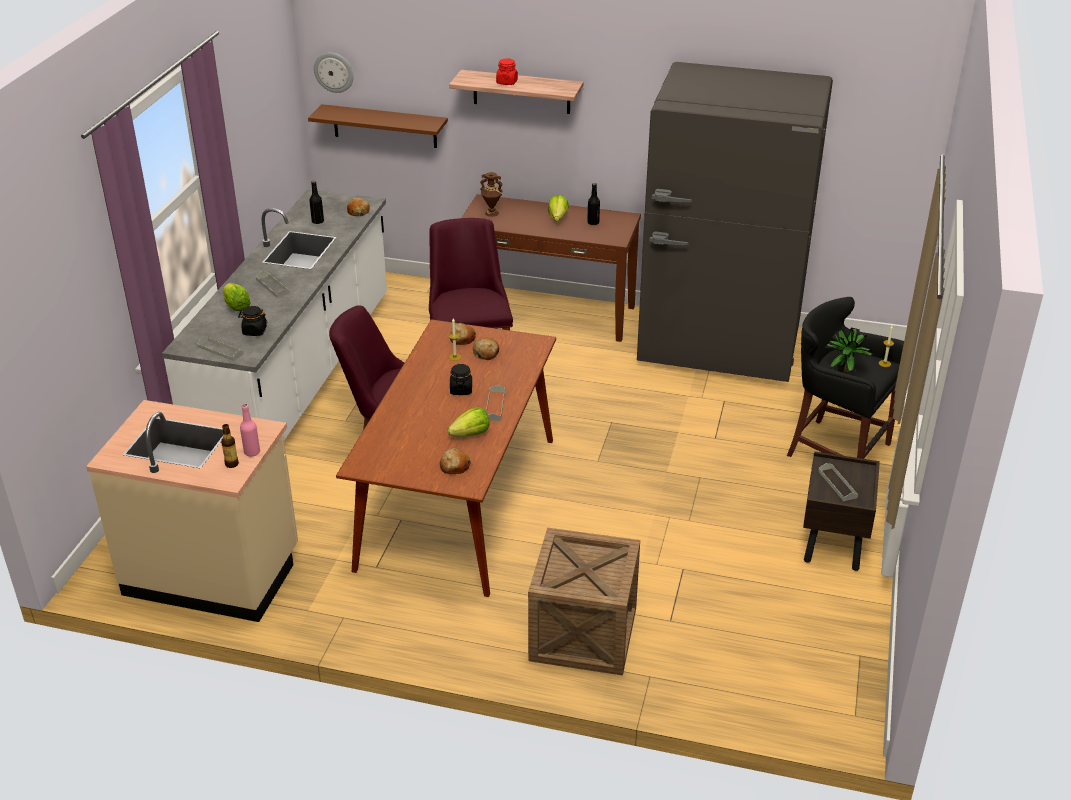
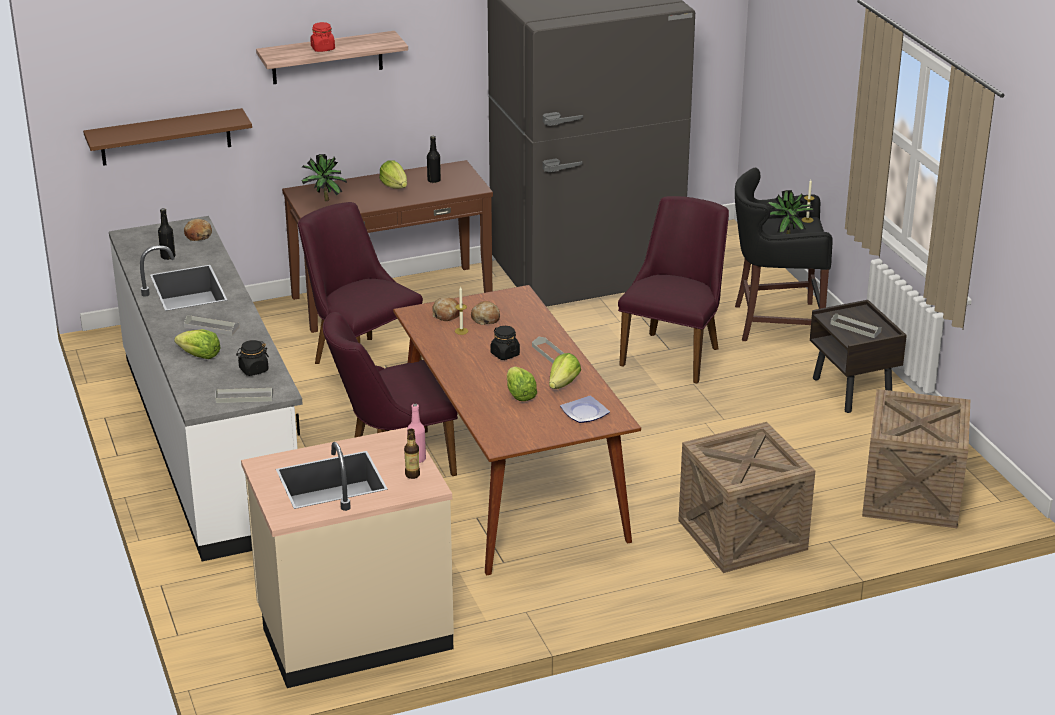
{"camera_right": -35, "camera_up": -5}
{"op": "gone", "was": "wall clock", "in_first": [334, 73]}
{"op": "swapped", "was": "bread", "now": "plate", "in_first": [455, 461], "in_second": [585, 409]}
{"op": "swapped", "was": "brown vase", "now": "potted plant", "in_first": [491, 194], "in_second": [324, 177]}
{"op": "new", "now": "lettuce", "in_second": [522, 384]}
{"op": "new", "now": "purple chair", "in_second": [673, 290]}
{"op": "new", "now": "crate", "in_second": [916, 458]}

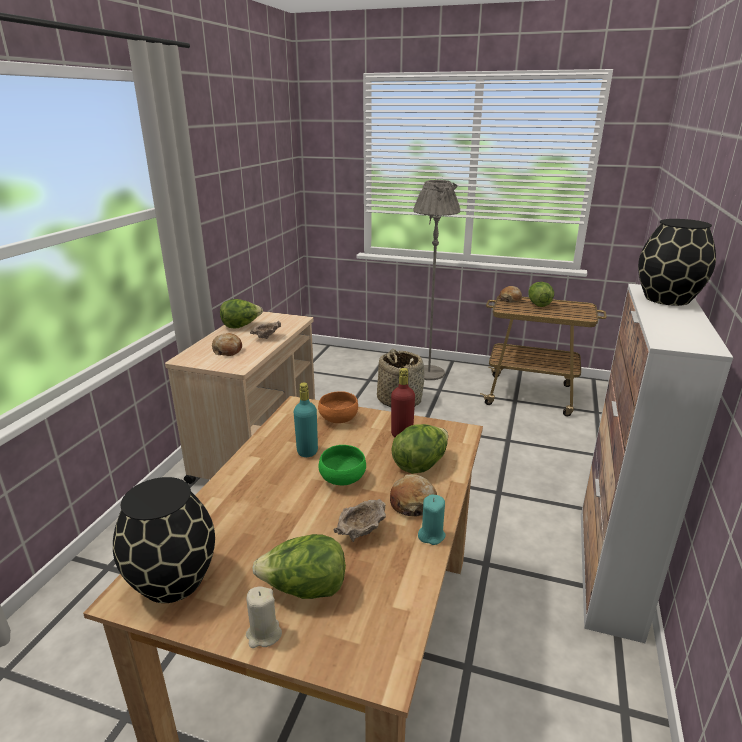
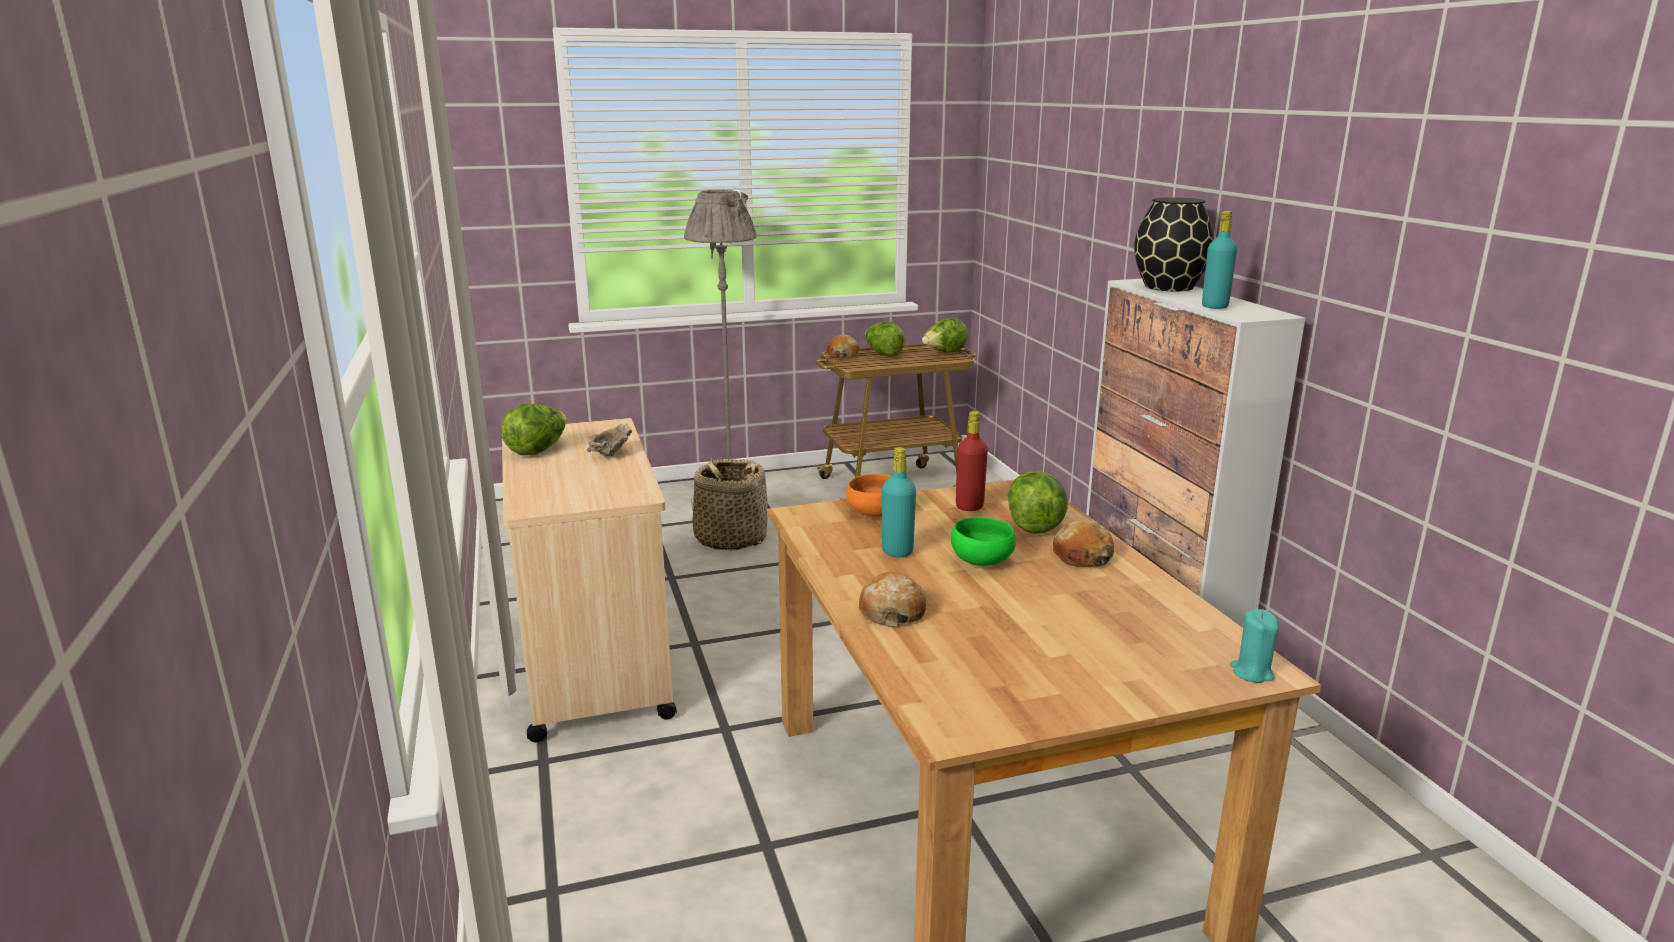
{"camera_right": -35, "camera_up": -5}
{"op": "gone", "was": "black vase", "in_first": [164, 540]}
{"op": "shifted", "was": "bread", "in_first": [227, 344], "in_second": [892, 599]}
{"op": "gone", "was": "beige candle", "in_first": [264, 617]}
{"op": "shifted", "was": "lettuce", "in_first": [299, 566], "in_second": [945, 335]}
{"op": "gone", "was": "beige bowl", "in_first": [360, 520]}
{"op": "shifted", "was": "turquoise candle", "in_first": [432, 519], "in_second": [1254, 646]}
{"op": "new", "now": "turquoise bottle", "in_second": [1219, 260]}

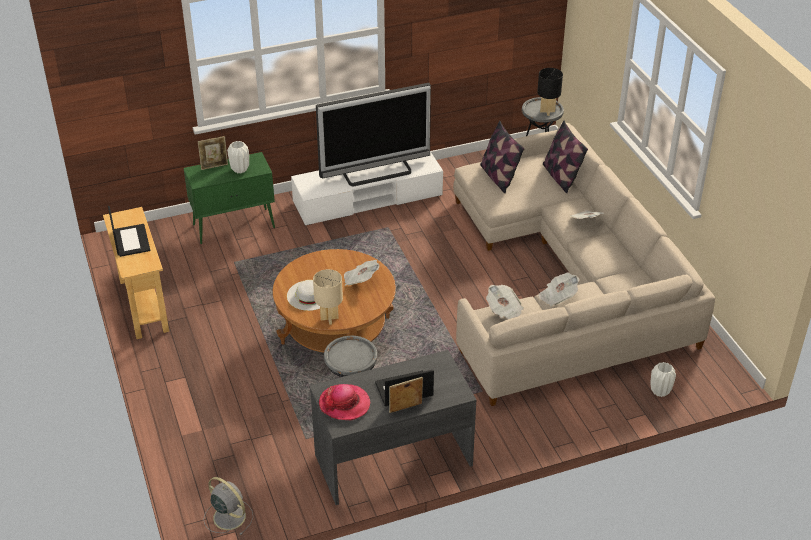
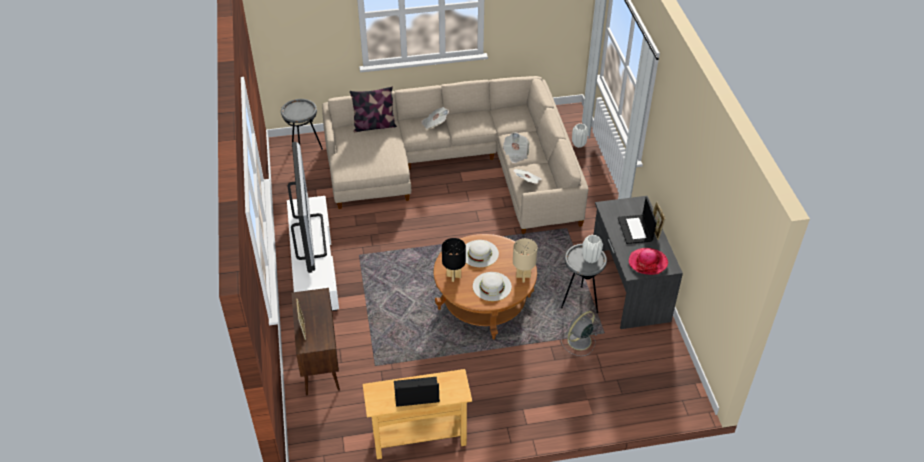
{"camera_right": -80, "camera_up": 5}
{"op": "repainted", "was": "green cabinet", "now": "brown cabinet", "in_first": [229, 198], "in_second": [316, 341]}
{"op": "shifted", "was": "grey fan", "in_first": [228, 506], "in_second": [579, 333]}
{"op": "shifted", "was": "white vase", "in_first": [238, 157], "in_second": [592, 249]}
{"op": "swapped", "was": "newspaper", "now": "white hat", "in_first": [362, 273], "in_second": [482, 253]}
{"op": "gone", "was": "pillow", "in_first": [502, 157]}
{"op": "shifted", "was": "black table lamp", "in_first": [550, 92], "in_second": [454, 260]}

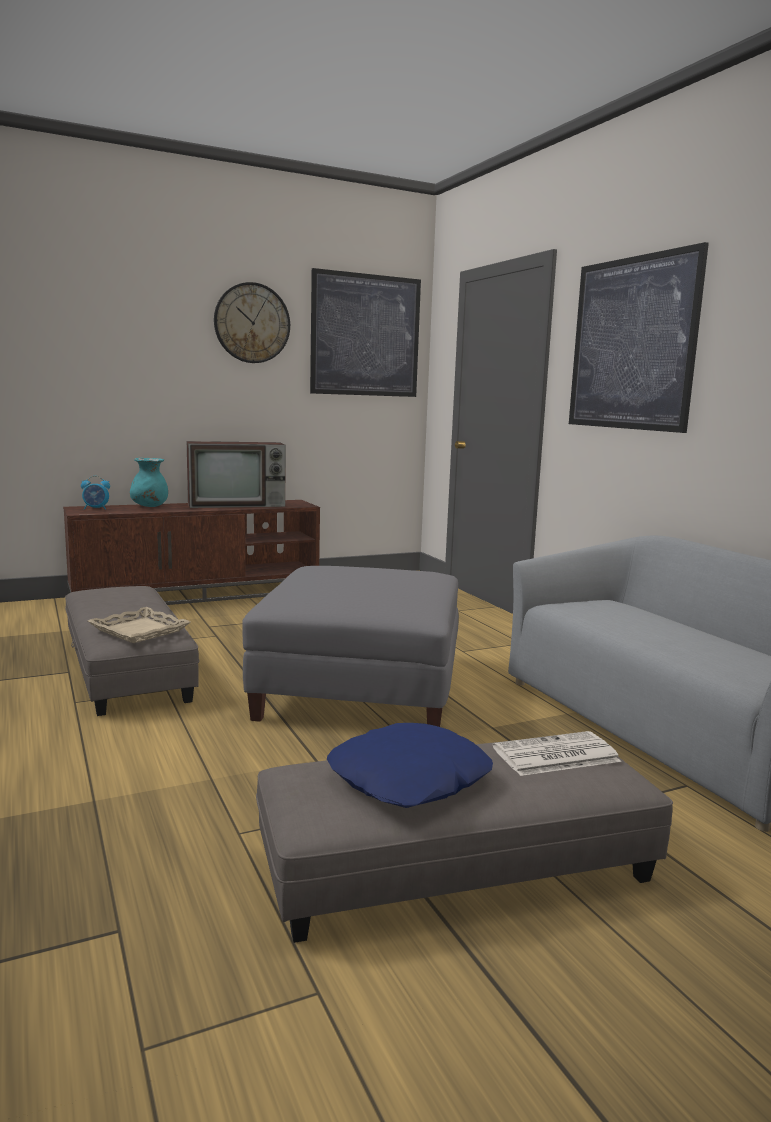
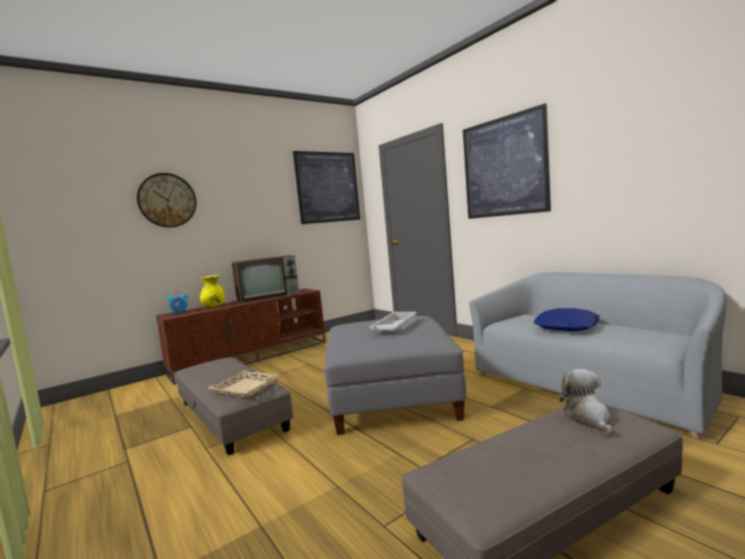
{"camera_right": -10, "camera_up": -5}
{"op": "repainted", "was": "turquoise vase", "now": "yellow vase", "in_first": [149, 482], "in_second": [212, 291]}
{"op": "shifted", "was": "wall clock", "in_first": [252, 322], "in_second": [166, 200]}
{"op": "shifted", "was": "blue pillow", "in_first": [410, 765], "in_second": [567, 319]}
{"op": "swapped", "was": "newspaper", "now": "plush toy", "in_first": [557, 753], "in_second": [586, 402]}
{"op": "new", "now": "white tray", "in_second": [392, 321]}

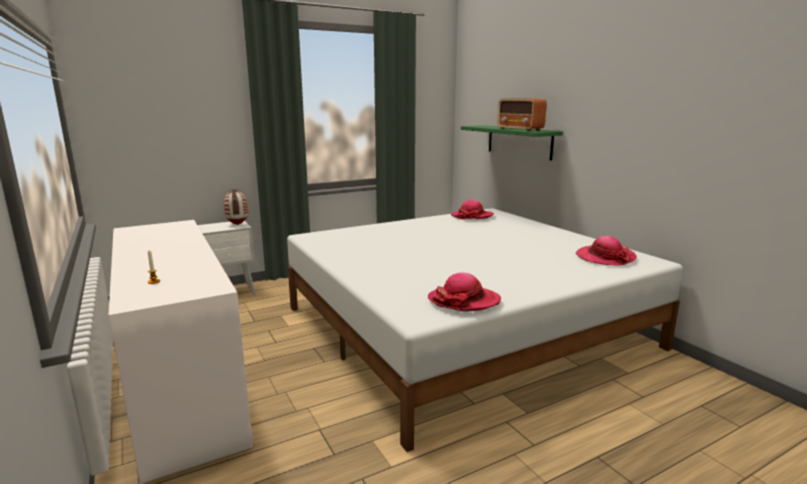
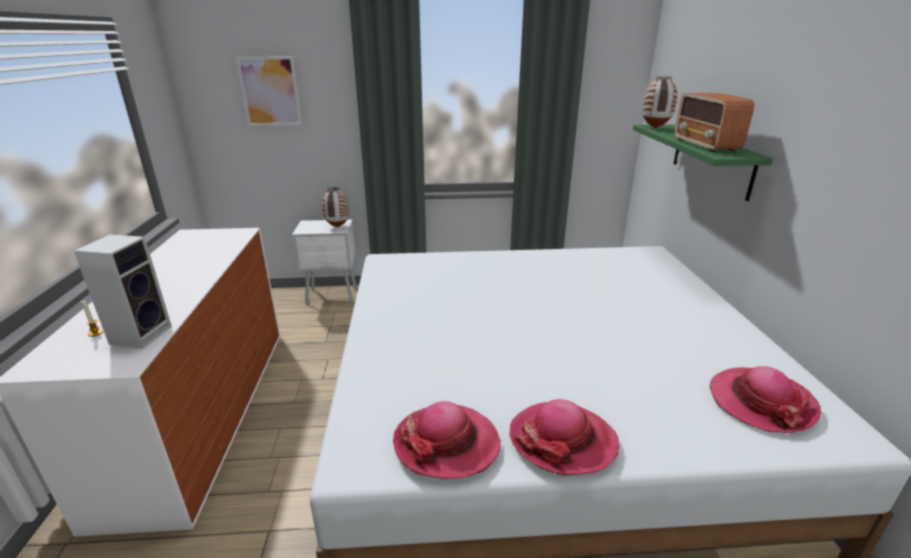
{"camera_right": 25, "camera_up": 10}
{"op": "shifted", "was": "hat", "in_first": [472, 209], "in_second": [564, 437]}
{"op": "new", "now": "speaker", "in_second": [123, 291]}
{"op": "new", "now": "picture", "in_second": [268, 91]}
{"op": "new", "now": "vase", "in_second": [659, 102]}

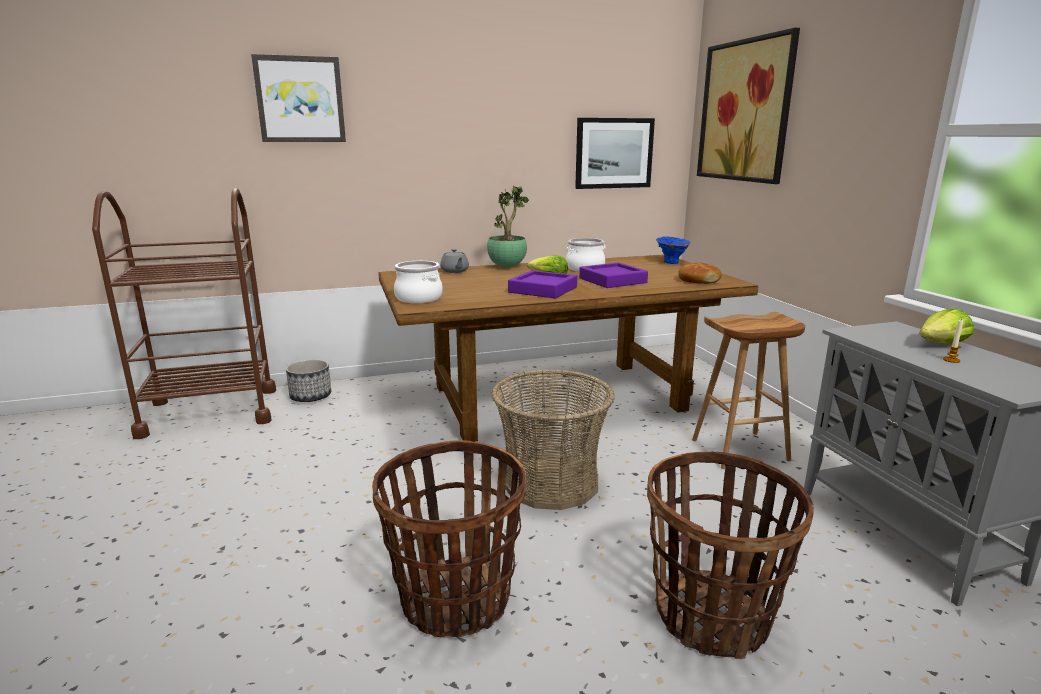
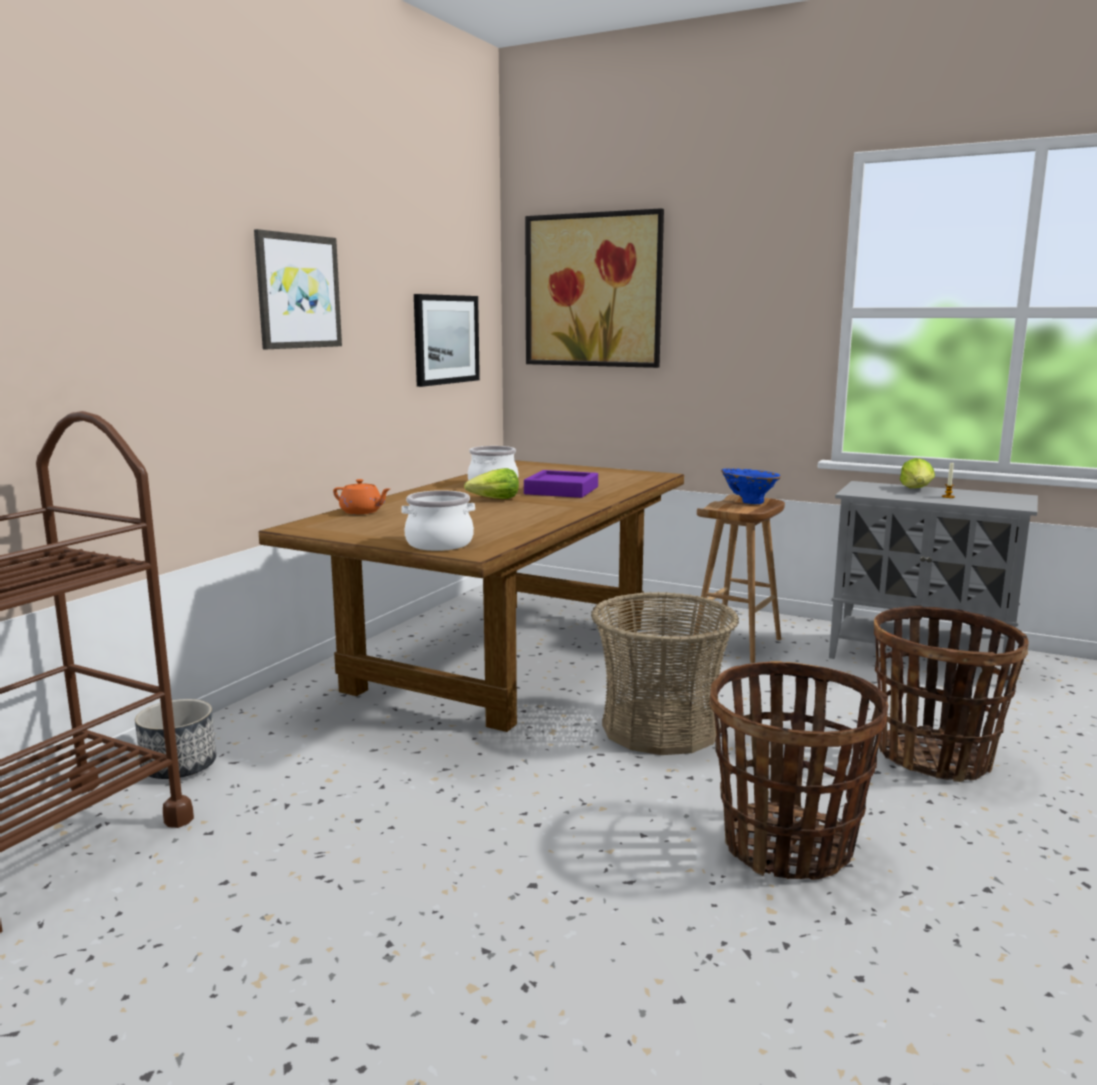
{"camera_right": -45, "camera_up": -5}
{"op": "shifted", "was": "picture", "in_first": [298, 98], "in_second": [298, 289]}
{"op": "repainted", "was": "grey teapot", "now": "orange teapot", "in_first": [454, 261], "in_second": [361, 496]}
{"op": "gone", "was": "potted plant", "in_first": [508, 226]}
{"op": "gone", "was": "purple tray", "in_first": [542, 284]}
{"op": "shifted", "was": "blue vase", "in_first": [673, 250], "in_second": [751, 486]}
{"op": "gone", "was": "bread", "in_first": [700, 273]}

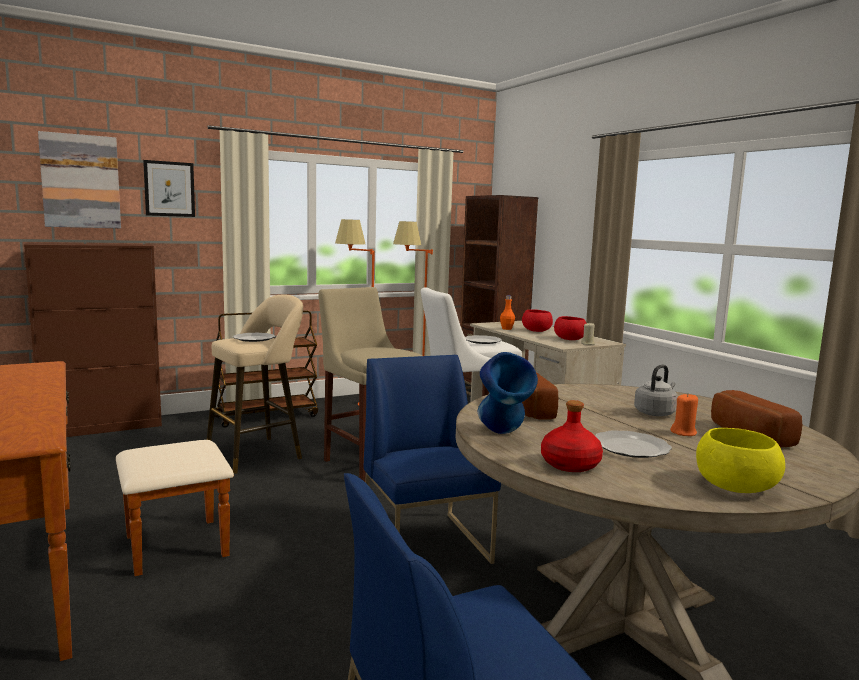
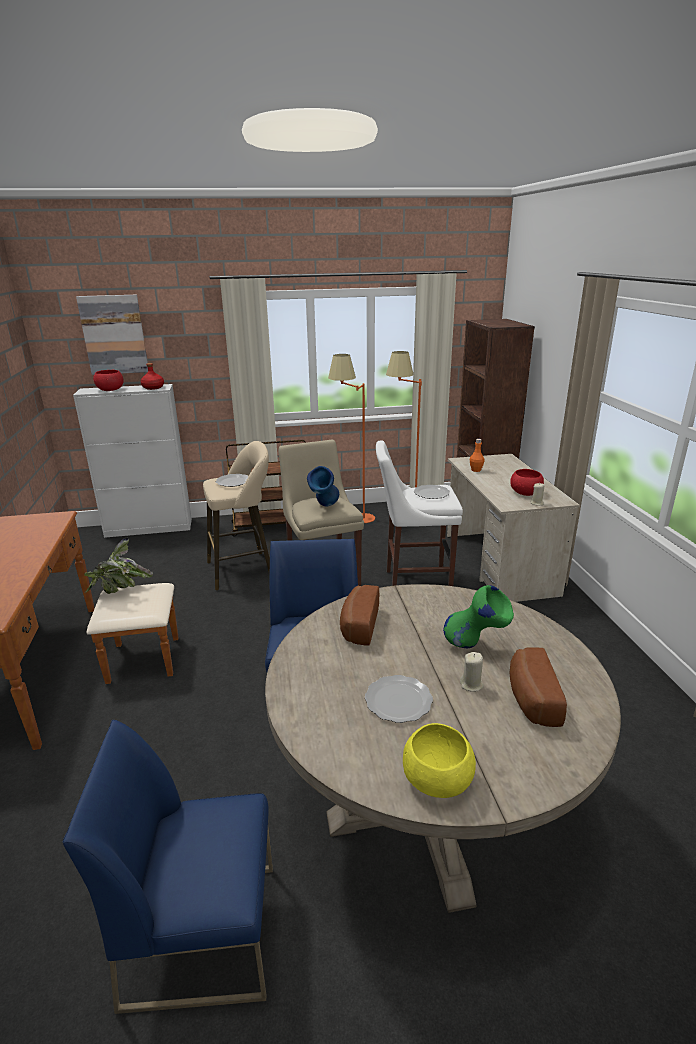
{"camera_right": 20, "camera_up": 15}
{"op": "repainted", "was": "brown cabinet", "now": "white cabinet", "in_first": [93, 340], "in_second": [132, 461]}
{"op": "gone", "was": "picture", "in_first": [169, 188]}
{"op": "shifted", "was": "blue vase", "in_first": [508, 393], "in_second": [323, 486]}
{"op": "shifted", "was": "red bowl", "in_first": [537, 320], "in_second": [108, 380]}
{"op": "shifted", "was": "red bottle", "in_first": [572, 436], "in_second": [152, 376]}
{"op": "swapped", "was": "grey kettle", "now": "green vase", "in_first": [656, 390], "in_second": [478, 616]}
{"op": "repainted", "was": "orange candle", "now": "beige candle", "in_first": [684, 414], "in_second": [472, 672]}
{"op": "new", "now": "potted plant", "in_second": [118, 566]}

